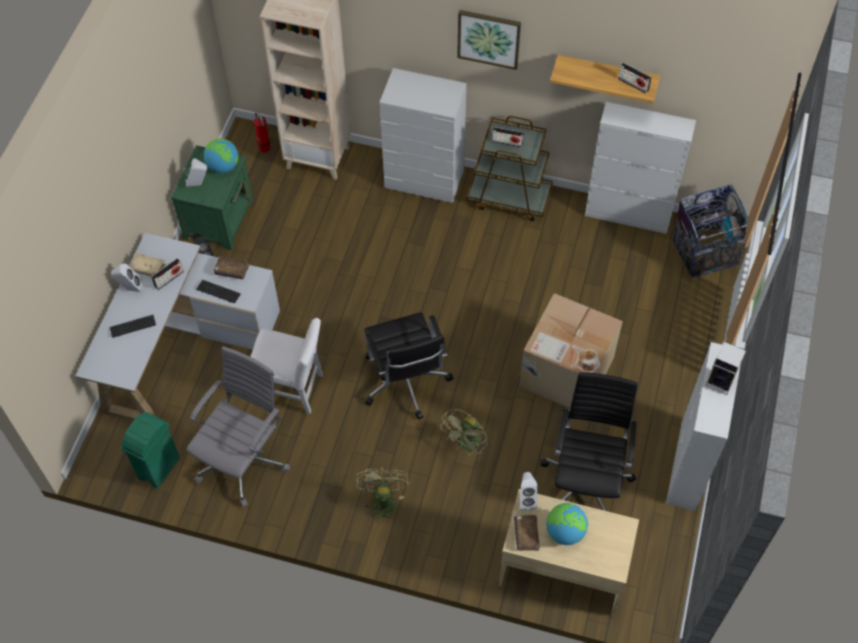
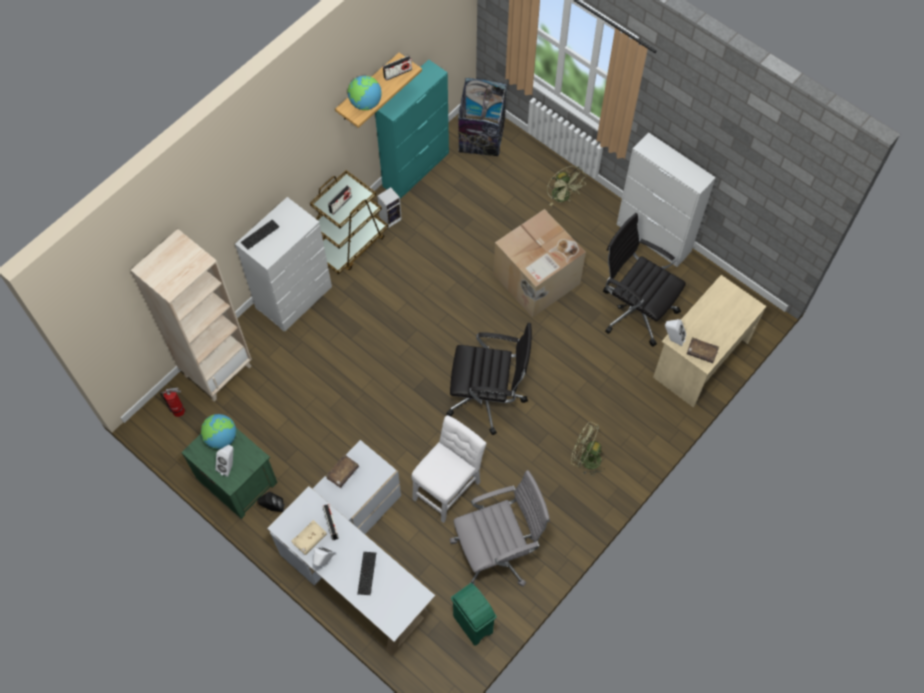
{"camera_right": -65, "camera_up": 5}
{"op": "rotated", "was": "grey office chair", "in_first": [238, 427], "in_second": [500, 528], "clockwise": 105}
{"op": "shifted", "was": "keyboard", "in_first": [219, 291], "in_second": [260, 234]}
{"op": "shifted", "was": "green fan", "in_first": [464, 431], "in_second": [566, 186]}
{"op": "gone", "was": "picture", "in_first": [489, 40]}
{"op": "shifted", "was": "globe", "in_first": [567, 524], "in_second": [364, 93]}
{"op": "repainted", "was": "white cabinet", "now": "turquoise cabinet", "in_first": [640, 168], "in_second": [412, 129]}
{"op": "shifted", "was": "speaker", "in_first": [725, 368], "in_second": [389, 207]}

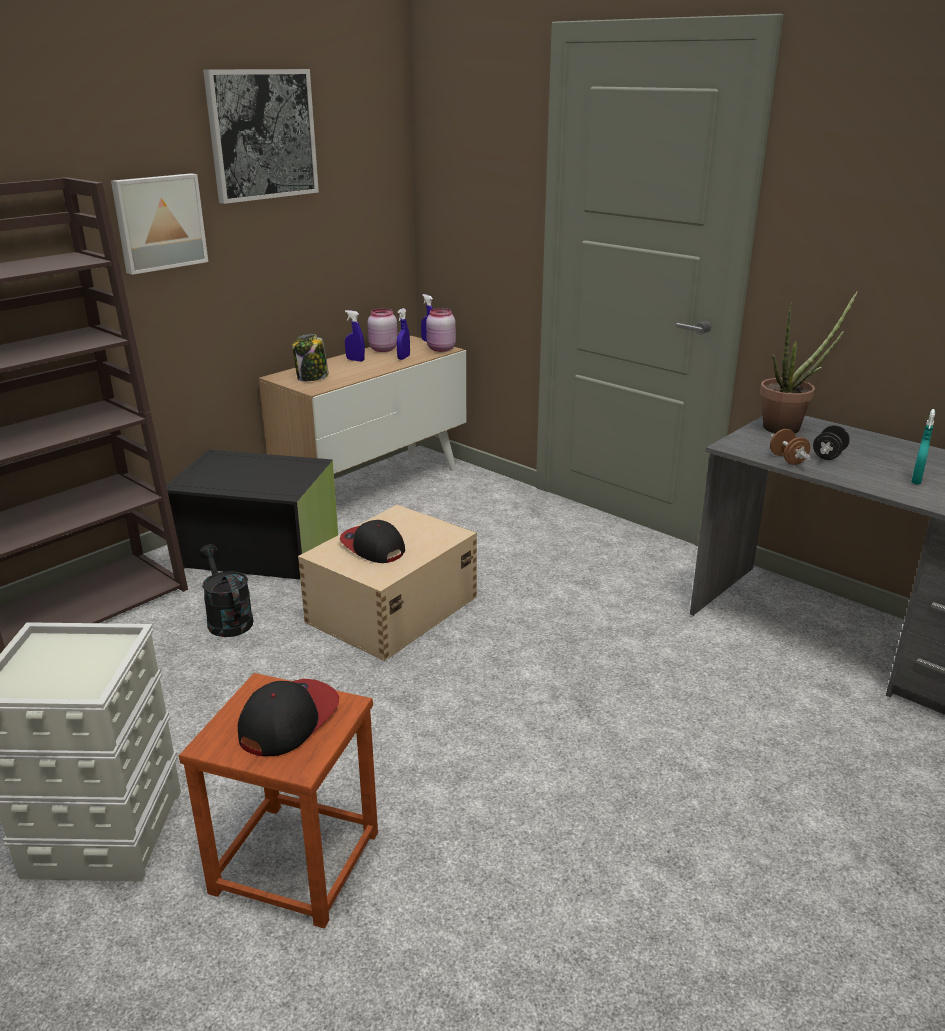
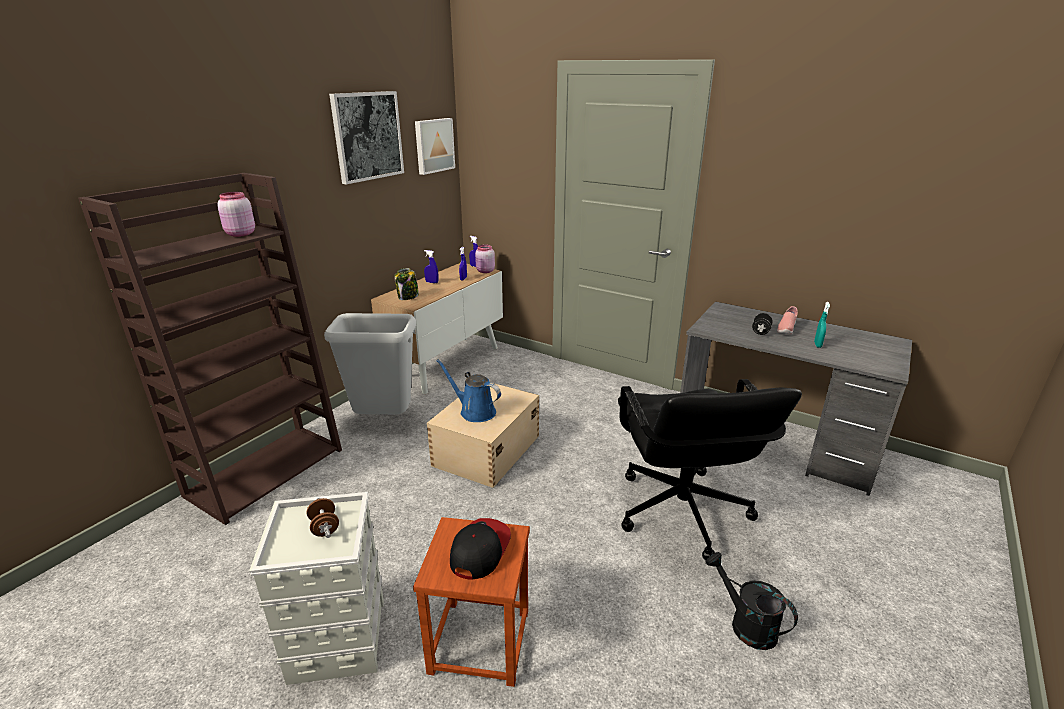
{"camera_right": -10, "camera_up": 0}
{"op": "shifted", "was": "picture", "in_first": [159, 224], "in_second": [435, 146]}
{"op": "swapped", "was": "black storage box", "now": "grey trash can", "in_first": [252, 515], "in_second": [370, 363]}
{"op": "shifted", "was": "black watering can", "in_first": [225, 590], "in_second": [752, 601]}
{"op": "swapped", "was": "cap", "now": "blue watering can", "in_first": [372, 541], "in_second": [468, 390]}
{"op": "shifted", "was": "pink jar", "in_first": [383, 330], "in_second": [236, 214]}
{"op": "gone", "was": "potted plant", "in_first": [809, 362]}
{"op": "shifted", "was": "brown dumbbell", "in_first": [790, 447], "in_second": [322, 518]}
{"op": "new", "now": "black office chair", "in_second": [710, 469]}
{"op": "new", "now": "pink shoe", "in_second": [787, 320]}

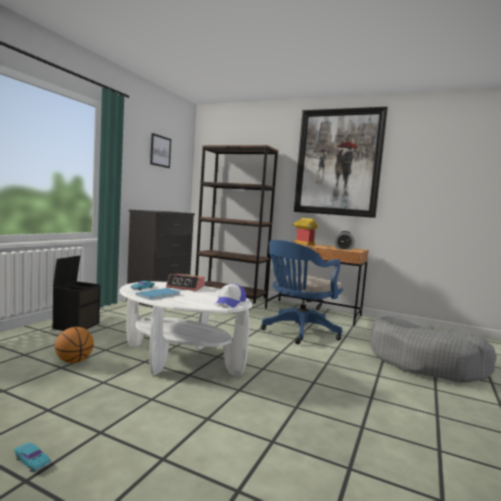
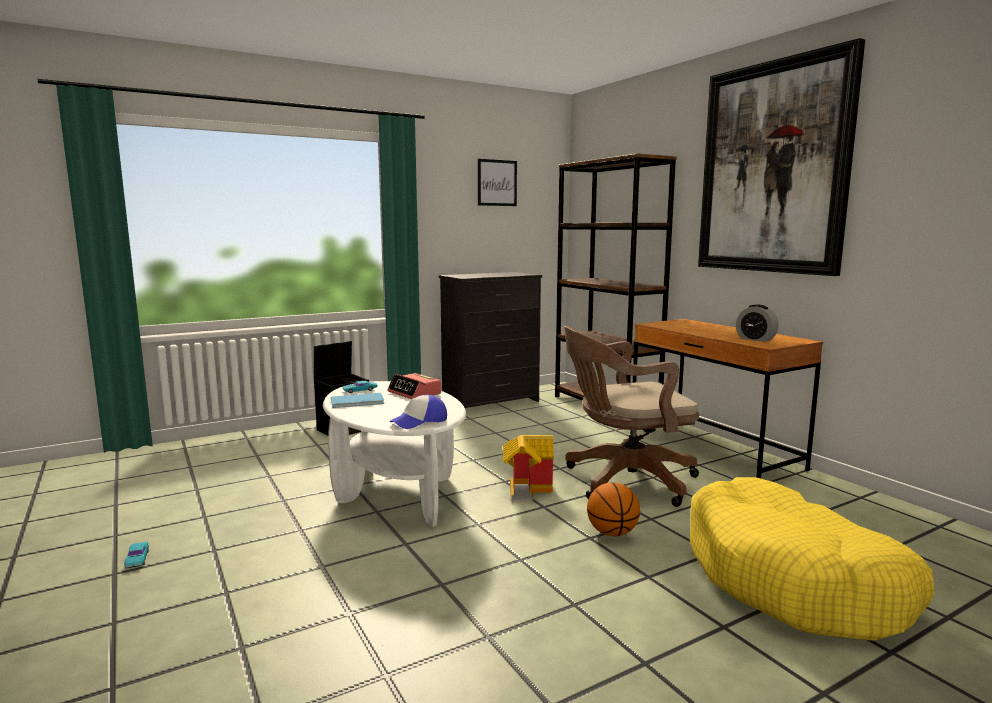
{"camera_right": 35, "camera_up": 5}
{"op": "shifted", "was": "basketball", "in_first": [74, 345], "in_second": [613, 509]}
{"op": "repainted", "was": "blue office chair", "now": "brown office chair", "in_first": [302, 292], "in_second": [631, 416]}
{"op": "shifted", "was": "toy house", "in_first": [305, 232], "in_second": [528, 468]}
{"op": "repainted", "was": "grey dog bed", "now": "yellow dog bed", "in_first": [433, 349], "in_second": [812, 559]}

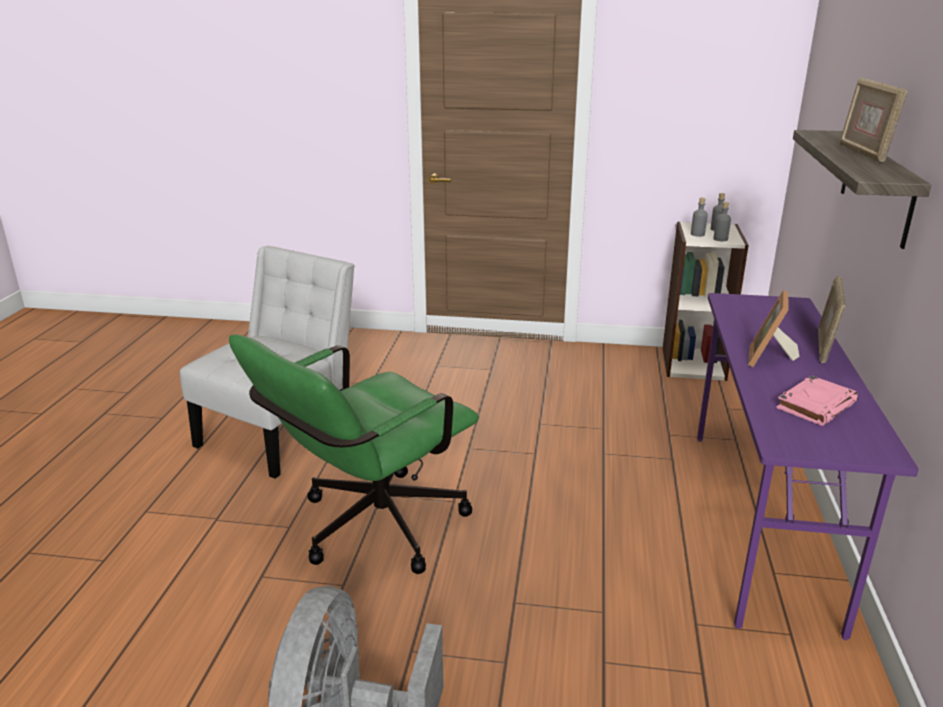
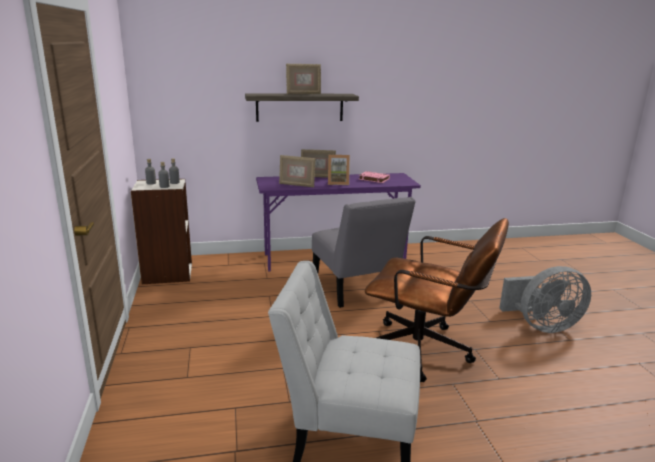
{"camera_right": -110, "camera_up": -5}
{"op": "repainted", "was": "green office chair", "now": "brown office chair", "in_first": [354, 454], "in_second": [437, 300]}
{"op": "new", "now": "picture frame", "in_second": [297, 171]}
{"op": "new", "now": "grey chair", "in_second": [364, 252]}

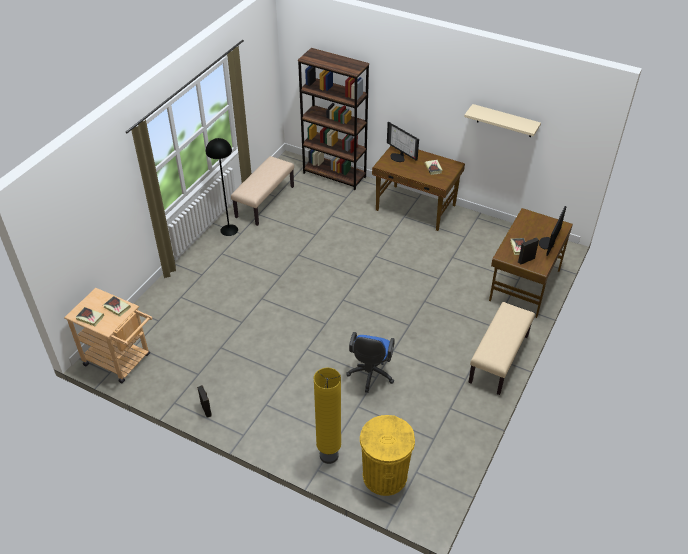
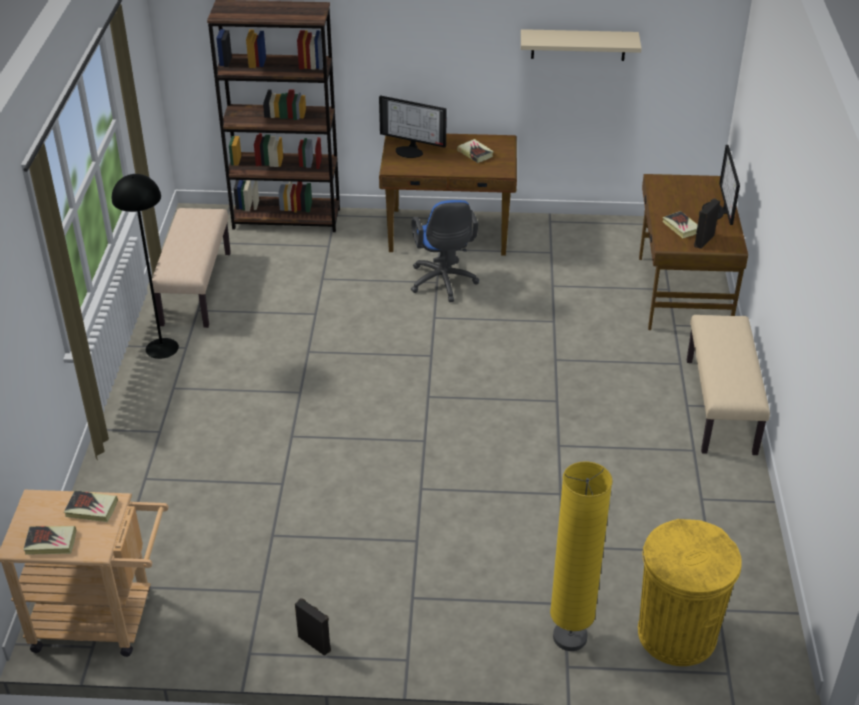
{"camera_right": -25, "camera_up": -5}
{"op": "shifted", "was": "blue office chair", "in_first": [370, 362], "in_second": [445, 251]}

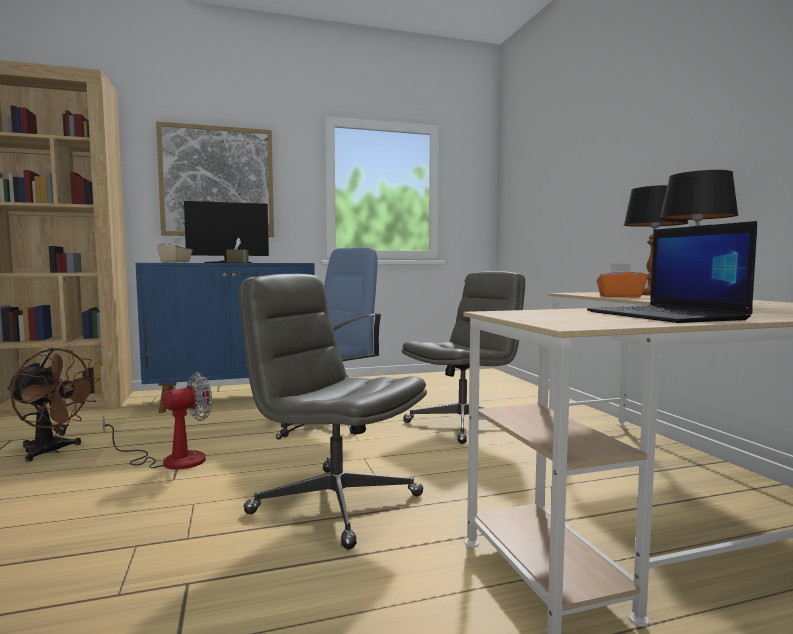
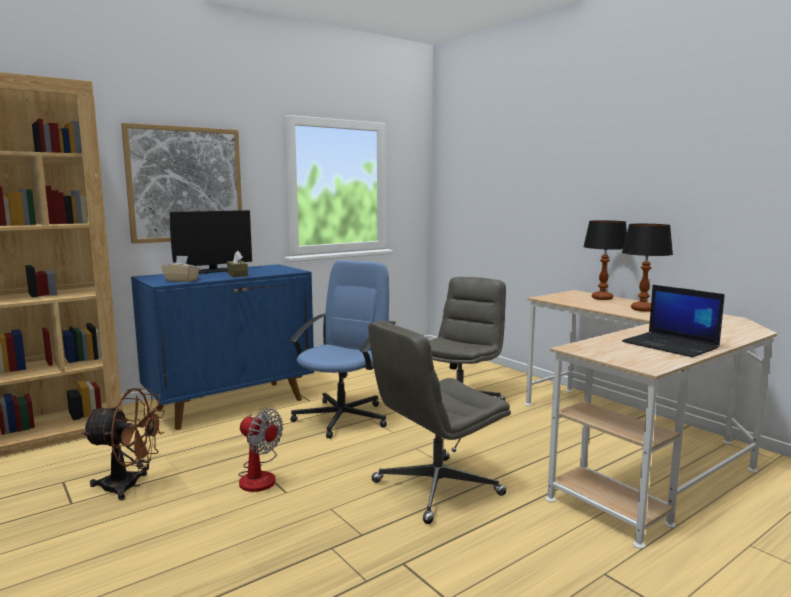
{"camera_right": -20, "camera_up": 5}
{"op": "rotated", "was": "fan", "in_first": [157, 421], "in_second": [260, 450], "clockwise": 90}
{"op": "rotated", "was": "grey office chair", "in_first": [333, 411], "in_second": [439, 422], "clockwise": -45}
{"op": "gone", "was": "orange tissue box", "in_first": [621, 280]}

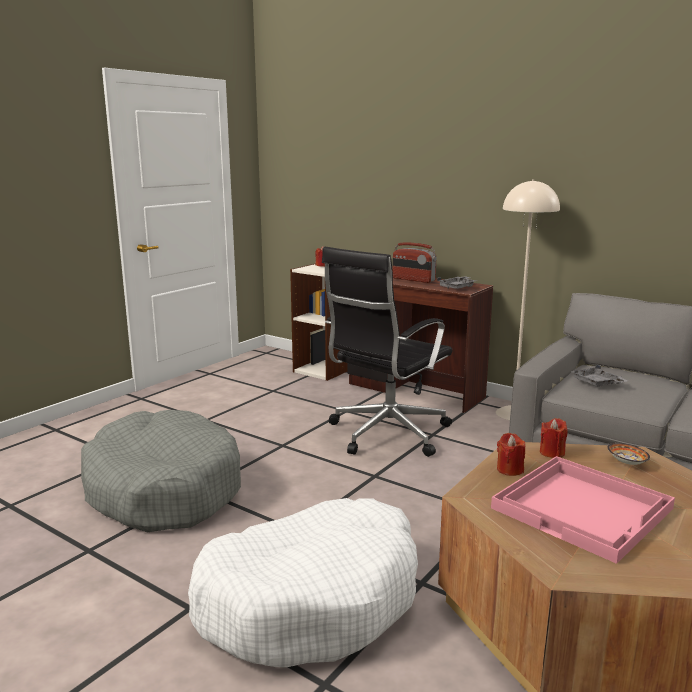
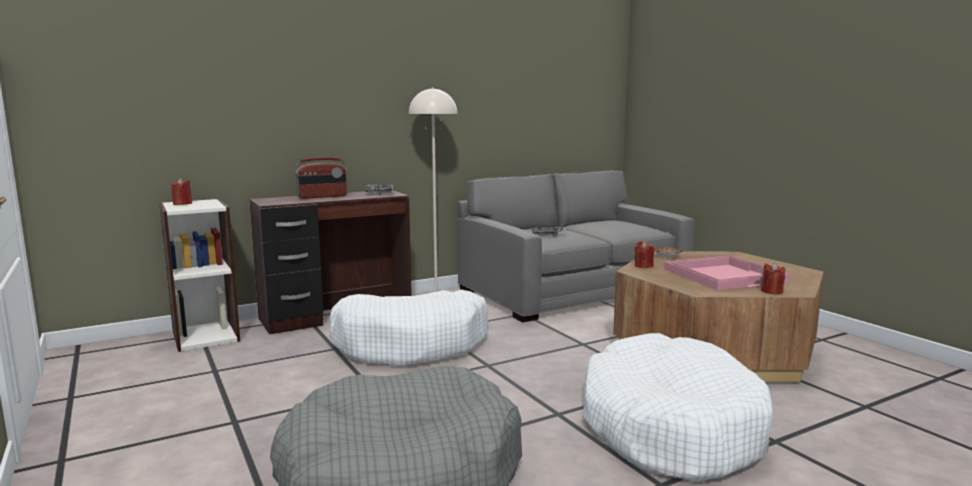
{"camera_right": -65, "camera_up": -5}
{"op": "swapped", "was": "black office chair", "now": "white dog bed", "in_first": [387, 352], "in_second": [409, 328]}
{"op": "shifted", "was": "red candle", "in_first": [511, 454], "in_second": [773, 278]}

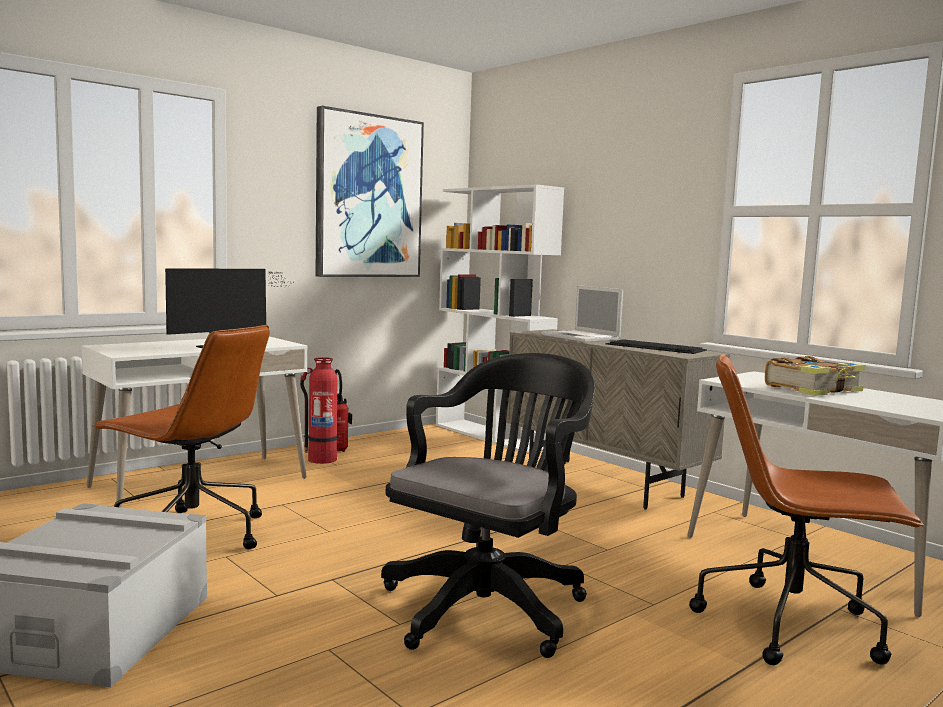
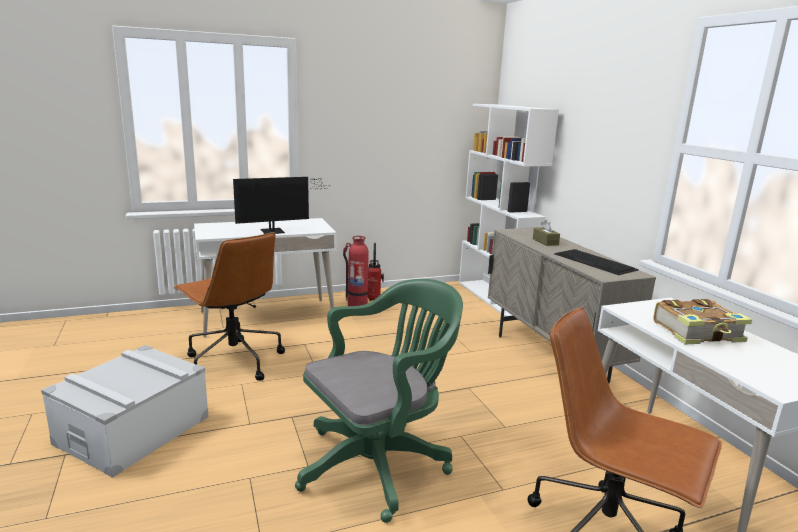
{"camera_right": 20, "camera_up": 10}
{"op": "gone", "was": "picture", "in_first": [370, 191]}
{"op": "repainted", "was": "black office chair", "now": "green office chair", "in_first": [488, 505], "in_second": [379, 401]}
{"op": "swapped", "was": "laptop", "now": "brown tissue box", "in_first": [582, 313], "in_second": [546, 233]}

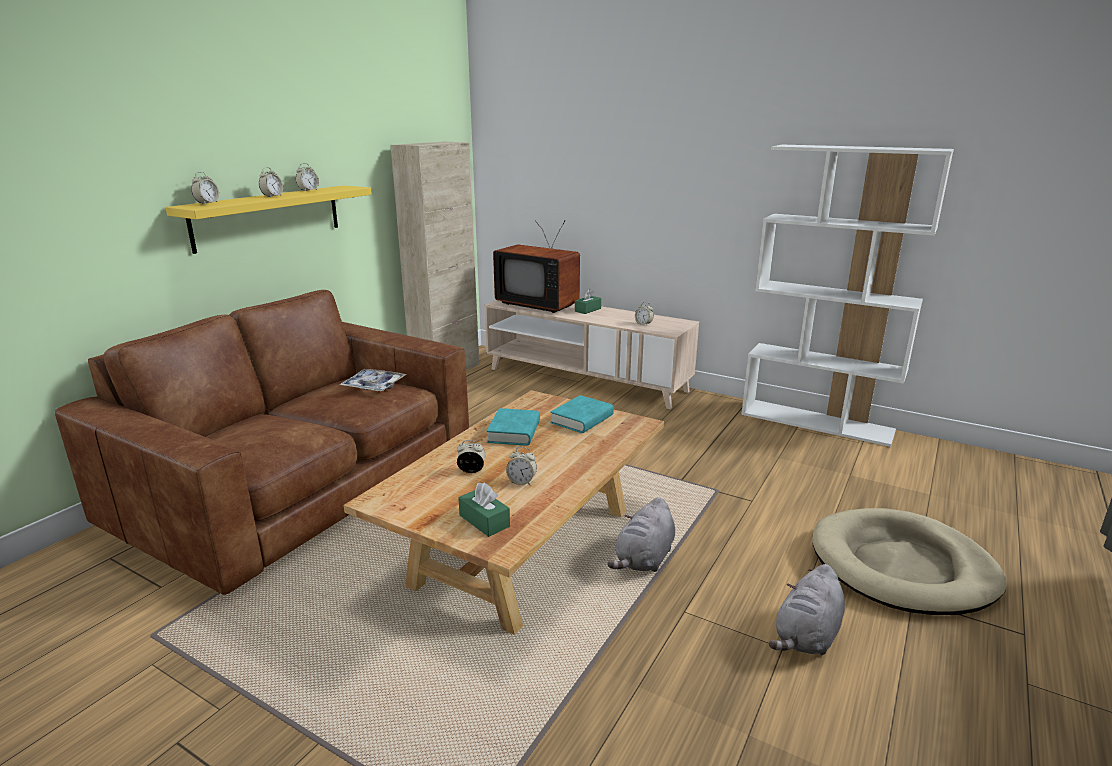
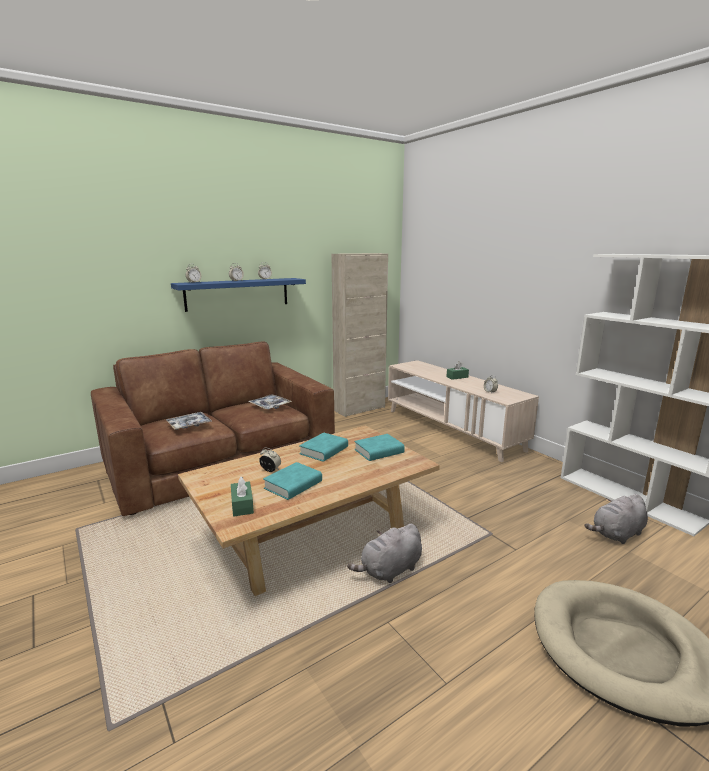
{"camera_right": 25, "camera_up": -5}
{"op": "repainted", "was": "yellow shelf", "now": "blue shelf", "in_first": [268, 219], "in_second": [238, 295]}
{"op": "gone", "was": "television", "in_first": [536, 267]}
{"op": "swapped", "was": "alarm clock", "now": "turquoise book", "in_first": [521, 466], "in_second": [292, 481]}
{"op": "shifted", "was": "grey plush toy", "in_first": [807, 609], "in_second": [616, 519]}
{"op": "new", "now": "tray", "in_second": [189, 421]}

